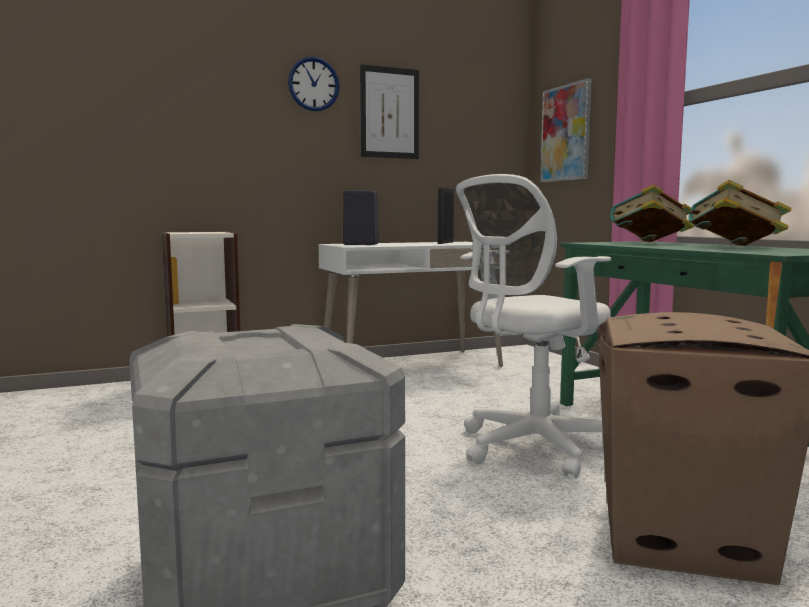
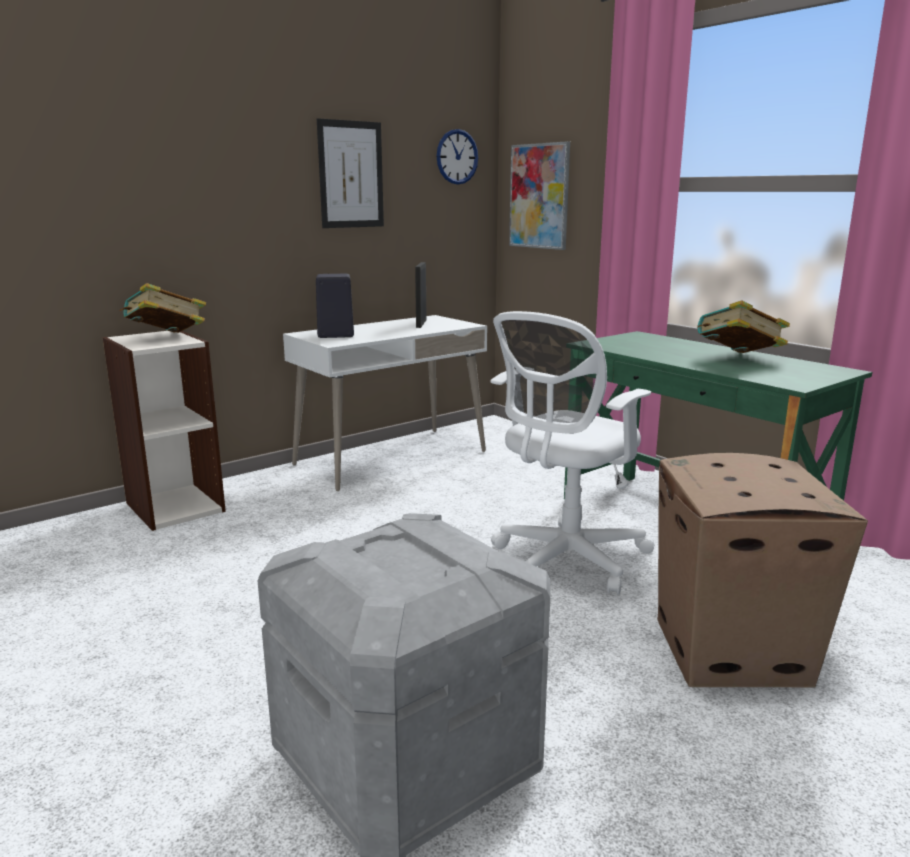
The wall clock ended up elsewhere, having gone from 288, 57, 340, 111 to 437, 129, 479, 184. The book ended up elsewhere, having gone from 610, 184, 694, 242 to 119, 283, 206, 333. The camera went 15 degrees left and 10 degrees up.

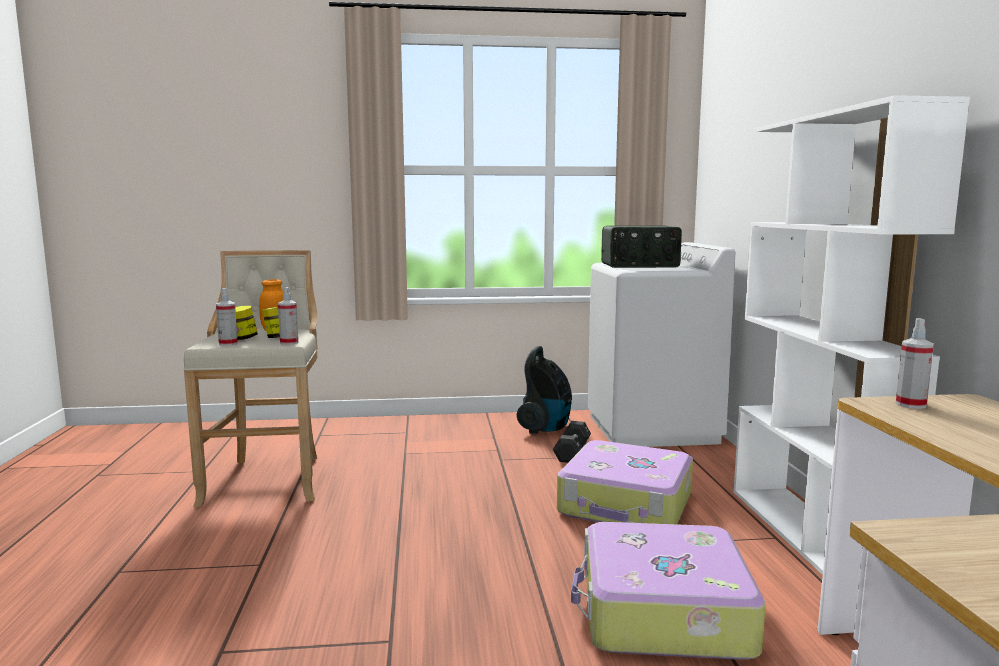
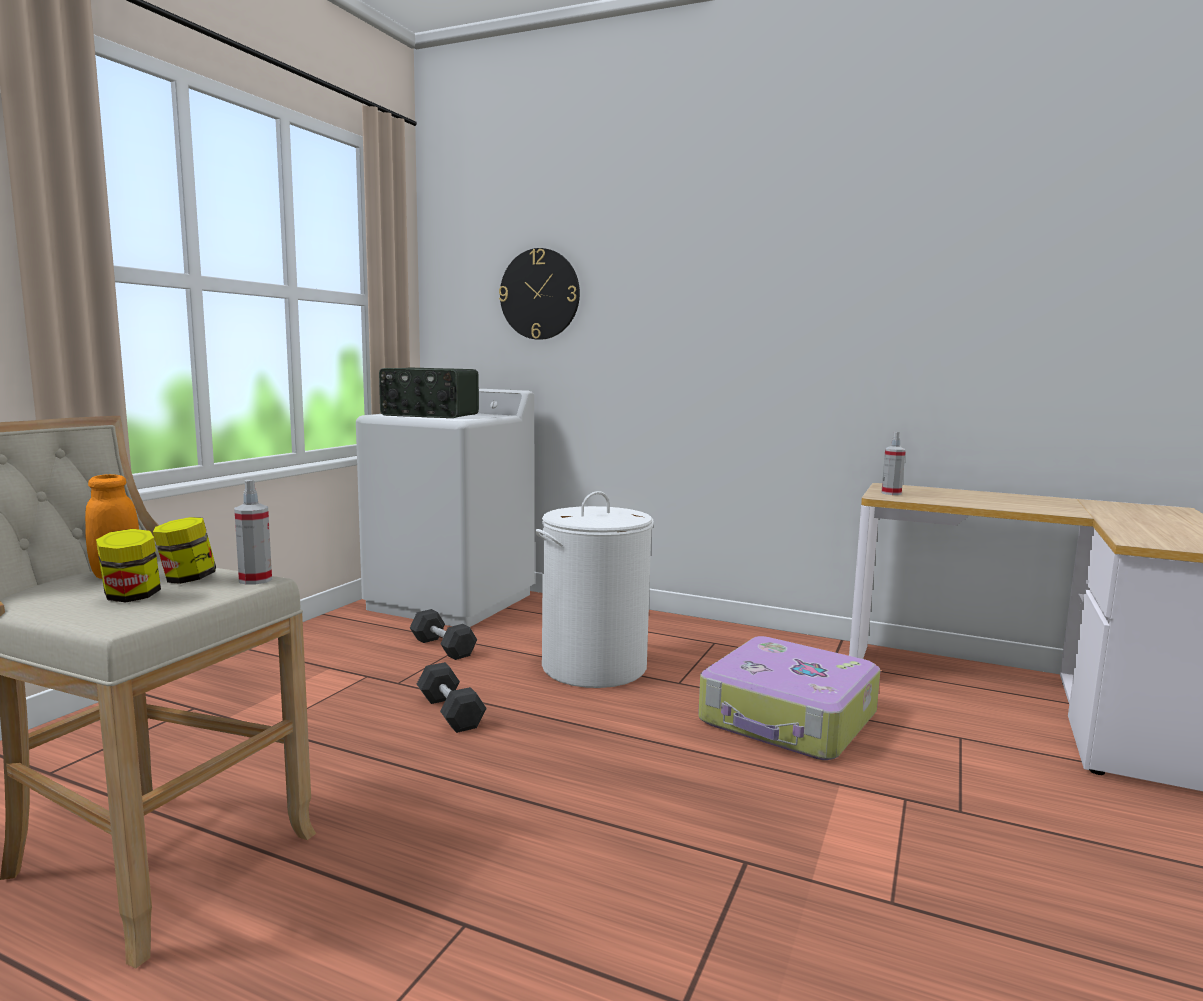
The second view lost the spray bottle at 216, 288, 238, 346. The second view lost the vacuum cleaner at 517, 346, 572, 434. Where the suitcase stood at 557, 440, 693, 524, the white laundry basket came to stand at 535, 491, 654, 688. The radio at 601, 226, 682, 268 ended up facing another way, 75 degrees clockwise from before. The second view lost the white bookcase at 734, 95, 970, 575. The second view gained the black dumbbell at 417, 662, 487, 733. The second view gained the wall clock at 499, 248, 580, 340. The camera went 60 degrees left and 0 degrees up.

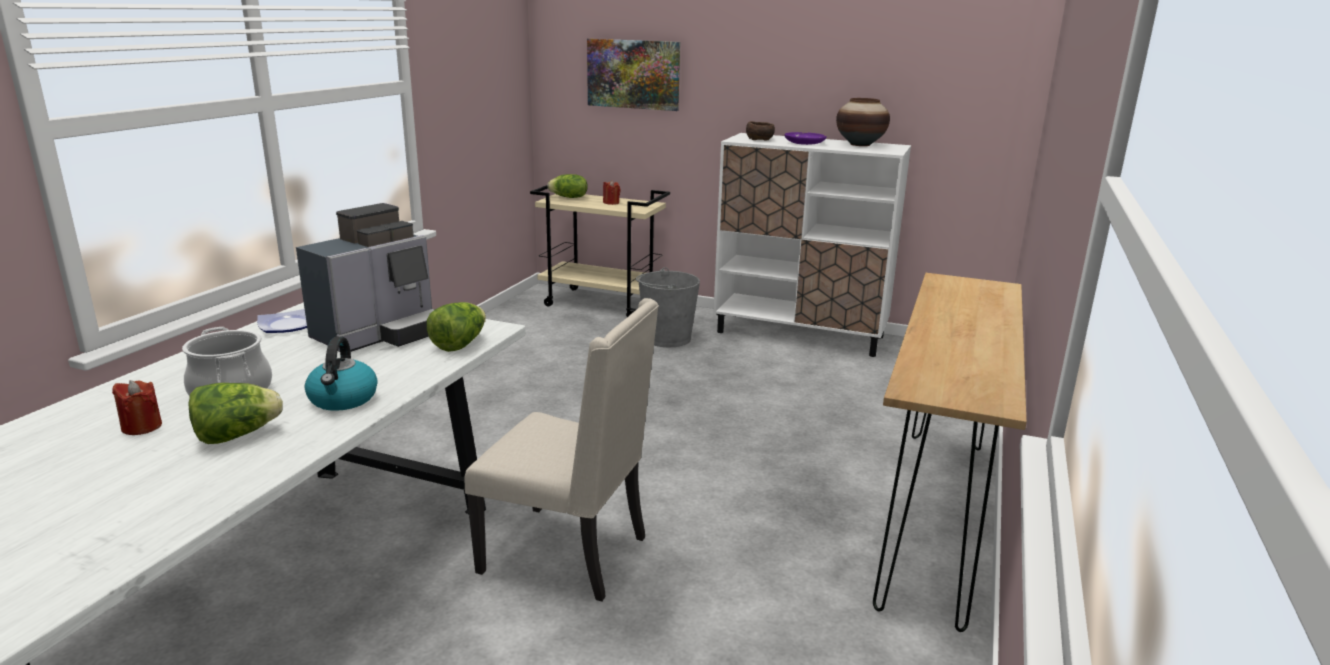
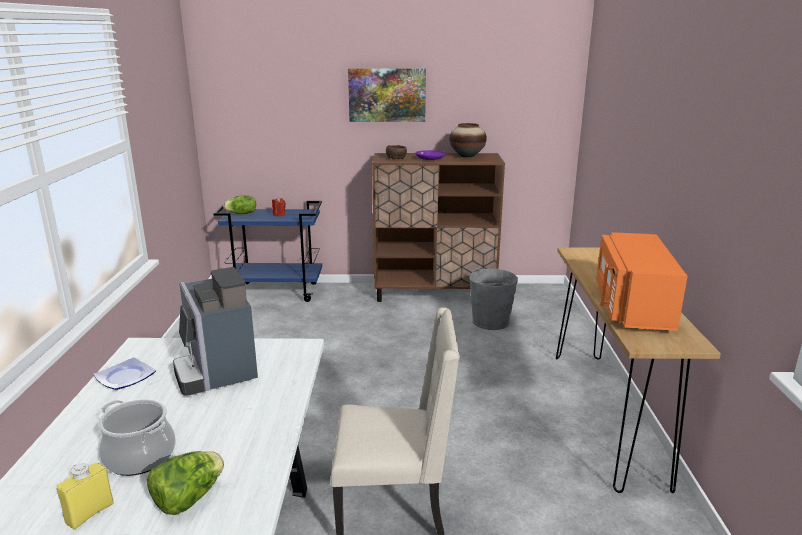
Where the red candle stood at 112, 380, 162, 435, the yellow bottle came to stand at 57, 462, 114, 530. The coffee machine at 296, 203, 435, 352 ended up facing another way, 135 degrees clockwise from before. The second view lost the kettle at 305, 337, 378, 411. The second view lost the lettuce at 427, 302, 486, 352. What was the beige cart at 530, 185, 670, 317 turned into the blue cart at 213, 201, 322, 302. The picture ended up elsewhere, having gone from 587, 38, 680, 111 to 348, 69, 426, 122. The grey bucket ended up elsewhere, having gone from 636, 267, 700, 347 to 469, 267, 518, 330. What was the white cabinet at 713, 133, 911, 357 turned into the brown cabinet at 372, 153, 505, 302. The second view gained the orange microwave at 596, 232, 688, 331. The camera went 20 degrees left and 0 degrees up.

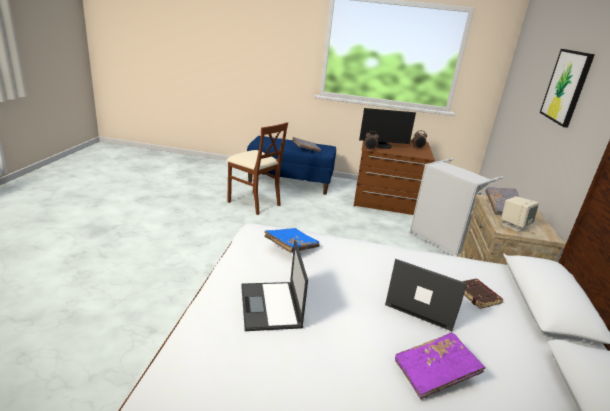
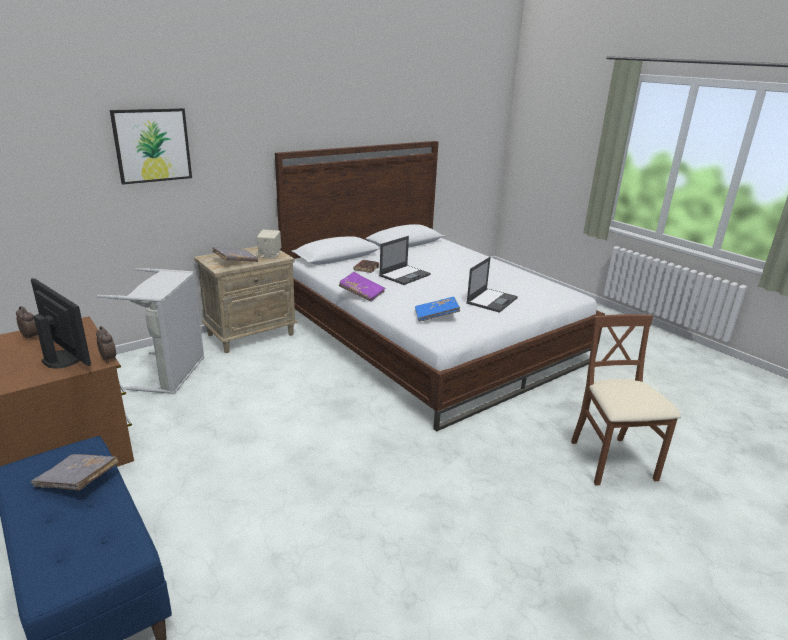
The brown chair ended up elsewhere, having gone from 227, 122, 288, 215 to 571, 314, 681, 486. The laptop at 385, 259, 467, 331 ended up facing another way, 120 degrees counterclockwise from before. The purple book ended up elsewhere, having gone from 395, 333, 485, 400 to 339, 272, 385, 302. The camera went 135 degrees left and 0 degrees up.

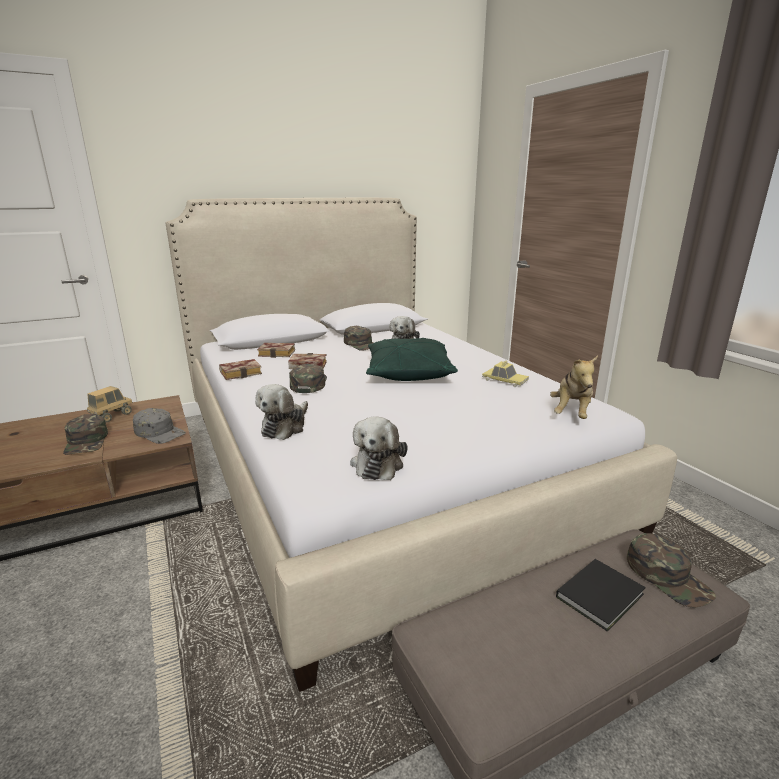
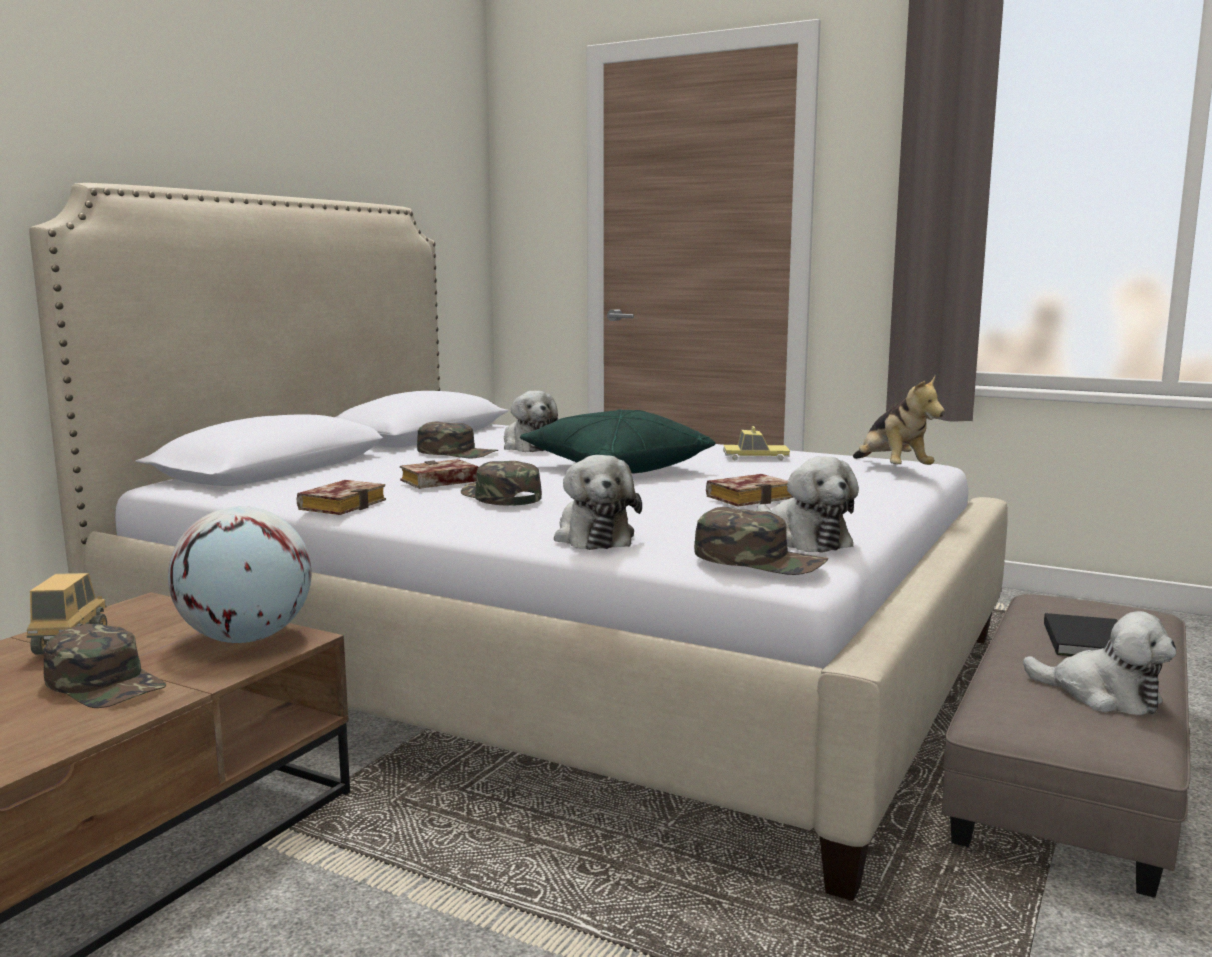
Where the grey cap stood at 133, 408, 186, 444, the globe came to stand at 168, 506, 312, 643. The book ended up elsewhere, having gone from 257, 343, 295, 358 to 706, 474, 793, 507. The green cap ended up elsewhere, having gone from 627, 533, 716, 608 to 694, 507, 828, 575. The second view gained the plush toy at 1023, 611, 1176, 715. The camera went 35 degrees left and 10 degrees down.

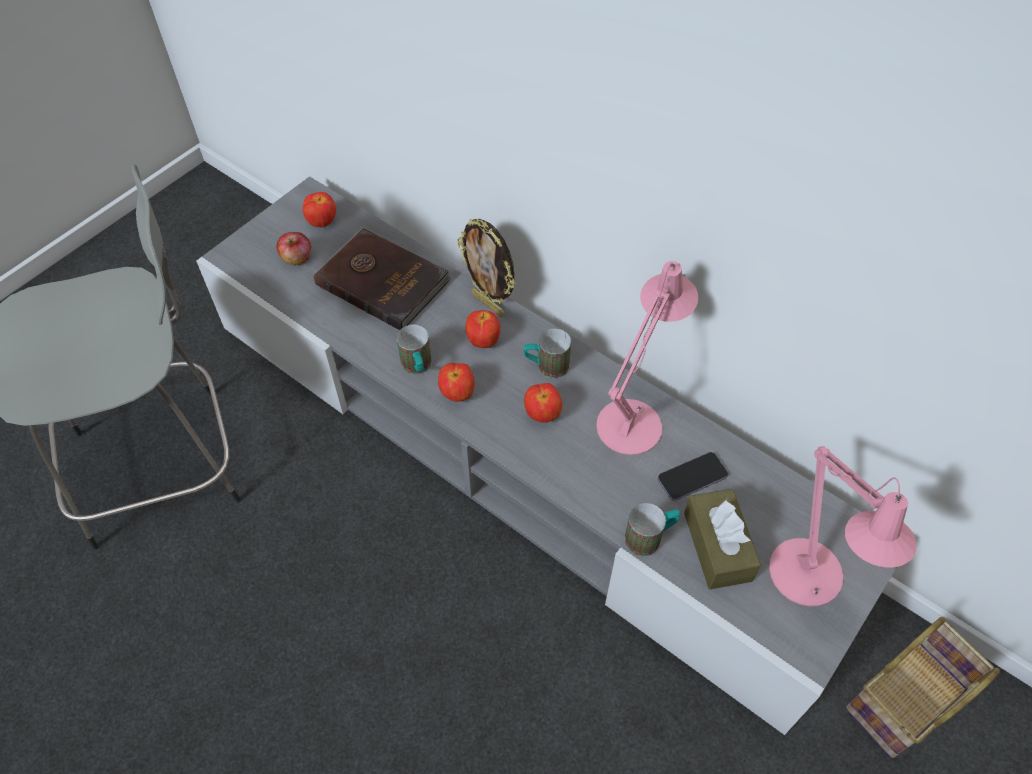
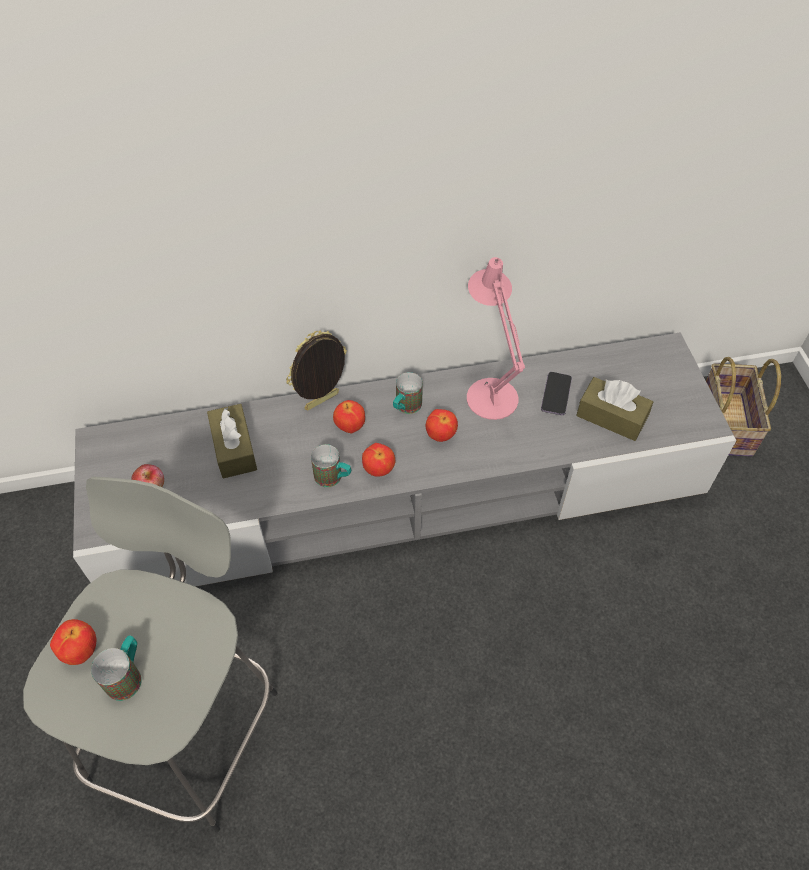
The apple ended up elsewhere, having gone from 303, 192, 336, 227 to 50, 619, 97, 665. Where the brown book stood at 314, 227, 451, 330, the brown tissue box came to stand at 207, 404, 257, 479. The picture frame at 457, 219, 516, 317 ended up facing another way, 150 degrees clockwise from before. The mug ended up elsewhere, having gone from 625, 503, 680, 556 to 91, 635, 142, 701. The second view lost the pink table lamp at 769, 446, 917, 606. The camera went 50 degrees left and 0 degrees up.

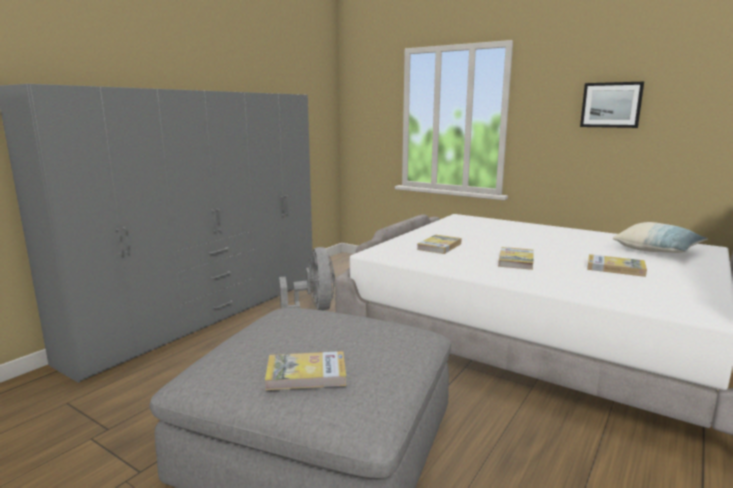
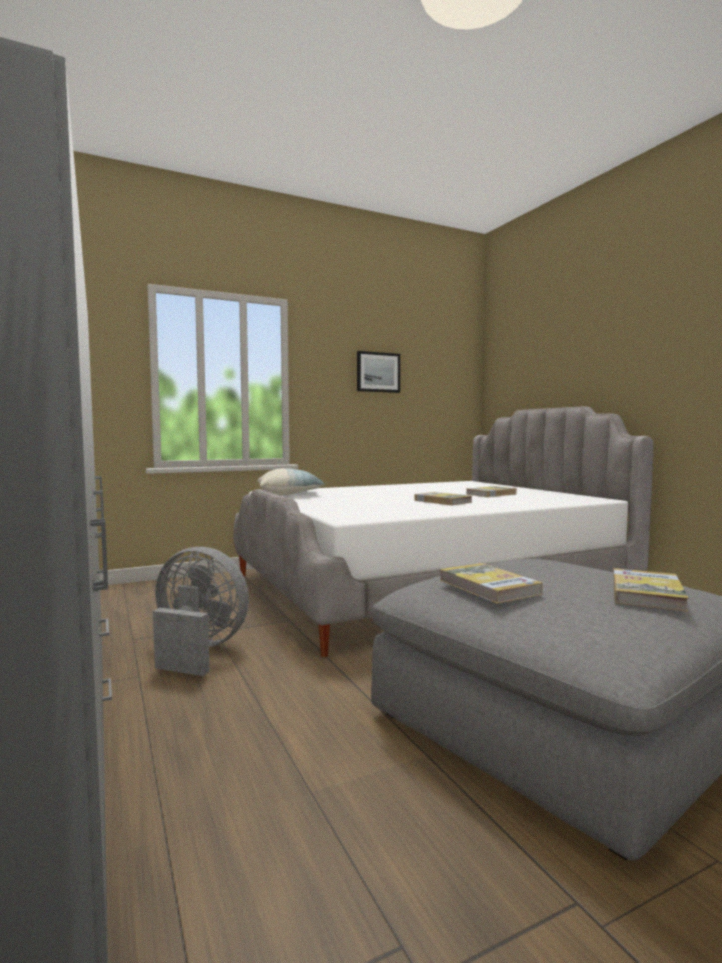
The book ended up elsewhere, having gone from 417, 235, 462, 254 to 440, 563, 543, 604. The pillow ended up elsewhere, having gone from 613, 222, 708, 253 to 257, 468, 325, 495. The camera went 60 degrees left and 10 degrees down.

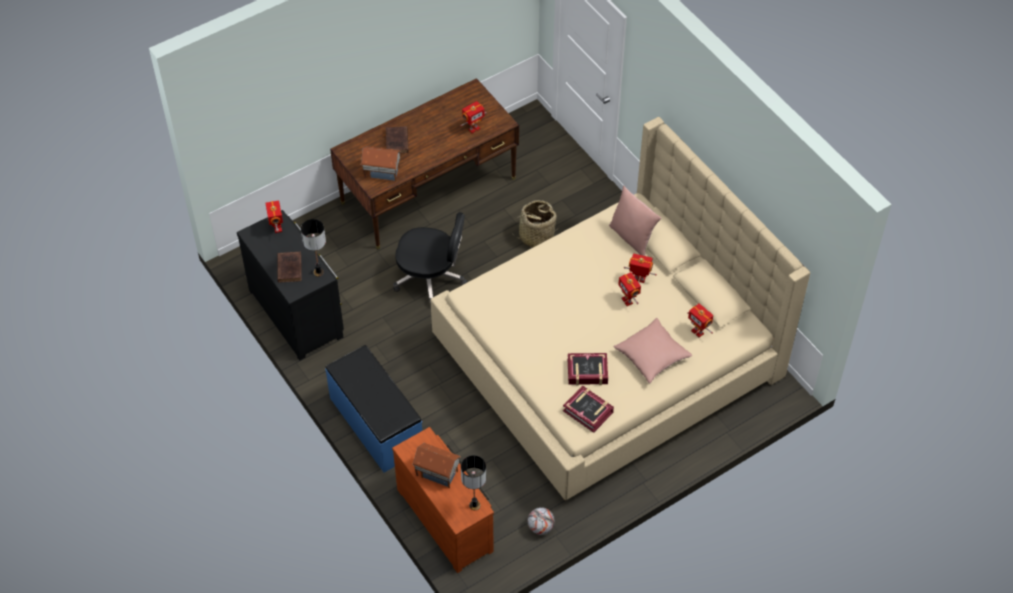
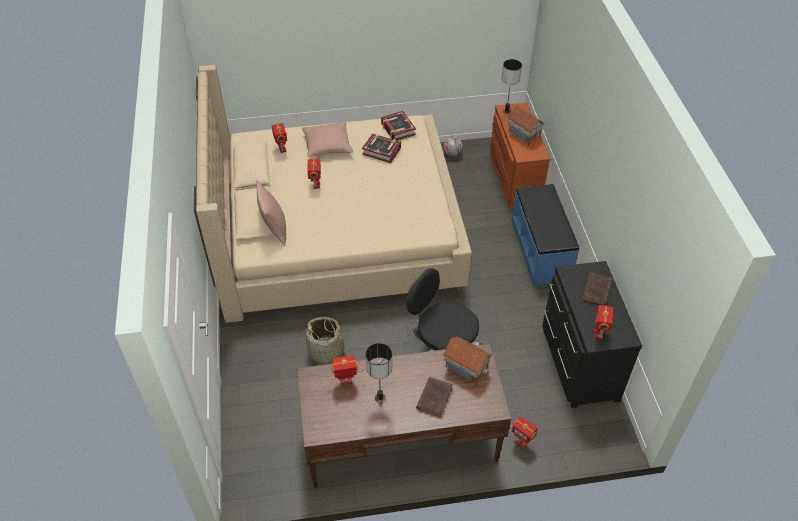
The table lamp ended up elsewhere, having gone from 301, 219, 326, 277 to 366, 343, 392, 403. The toy robot ended up elsewhere, having gone from 624, 253, 657, 283 to 510, 417, 538, 449. The camera went 155 degrees left and 5 degrees down.

